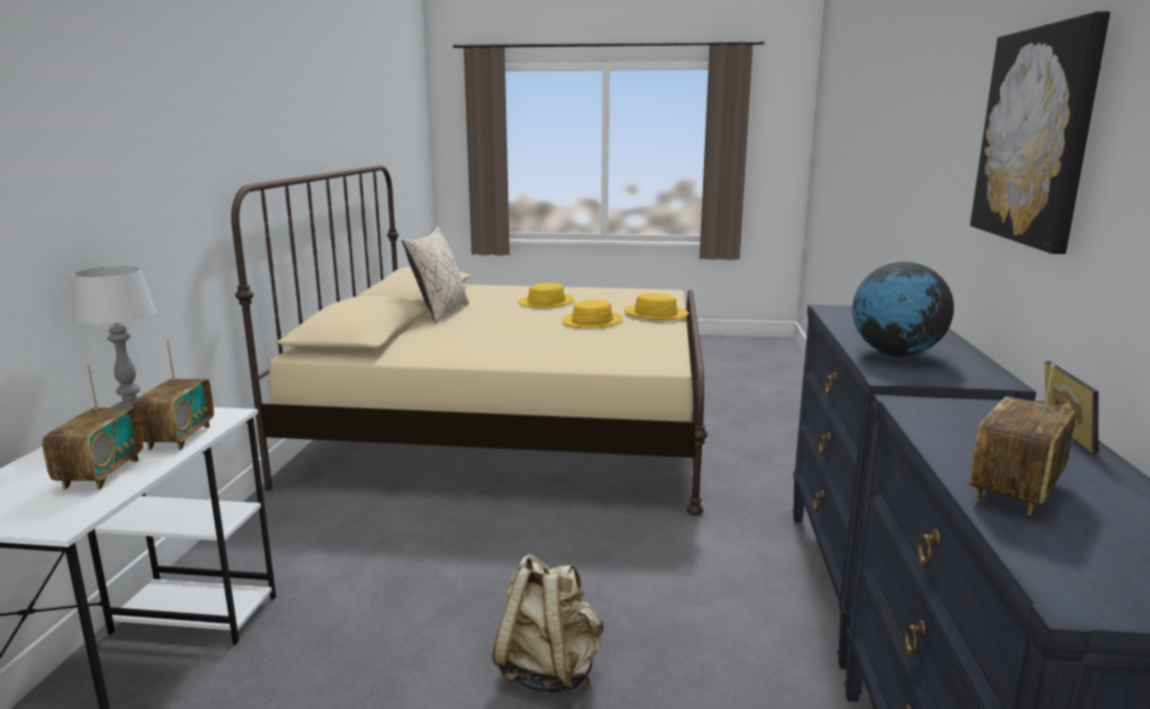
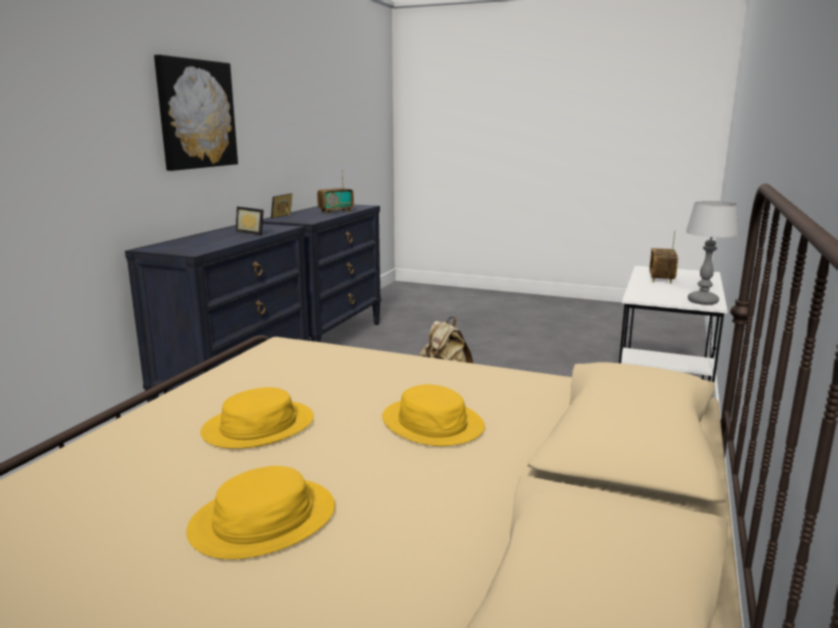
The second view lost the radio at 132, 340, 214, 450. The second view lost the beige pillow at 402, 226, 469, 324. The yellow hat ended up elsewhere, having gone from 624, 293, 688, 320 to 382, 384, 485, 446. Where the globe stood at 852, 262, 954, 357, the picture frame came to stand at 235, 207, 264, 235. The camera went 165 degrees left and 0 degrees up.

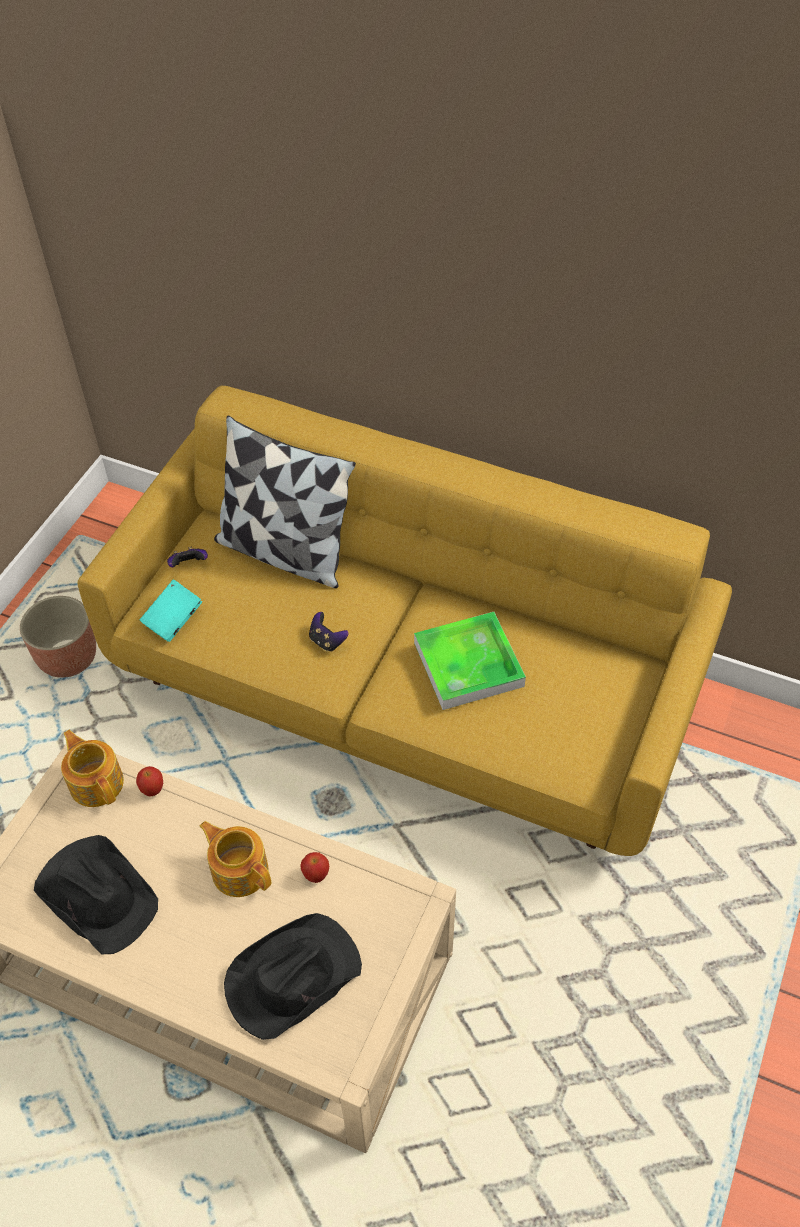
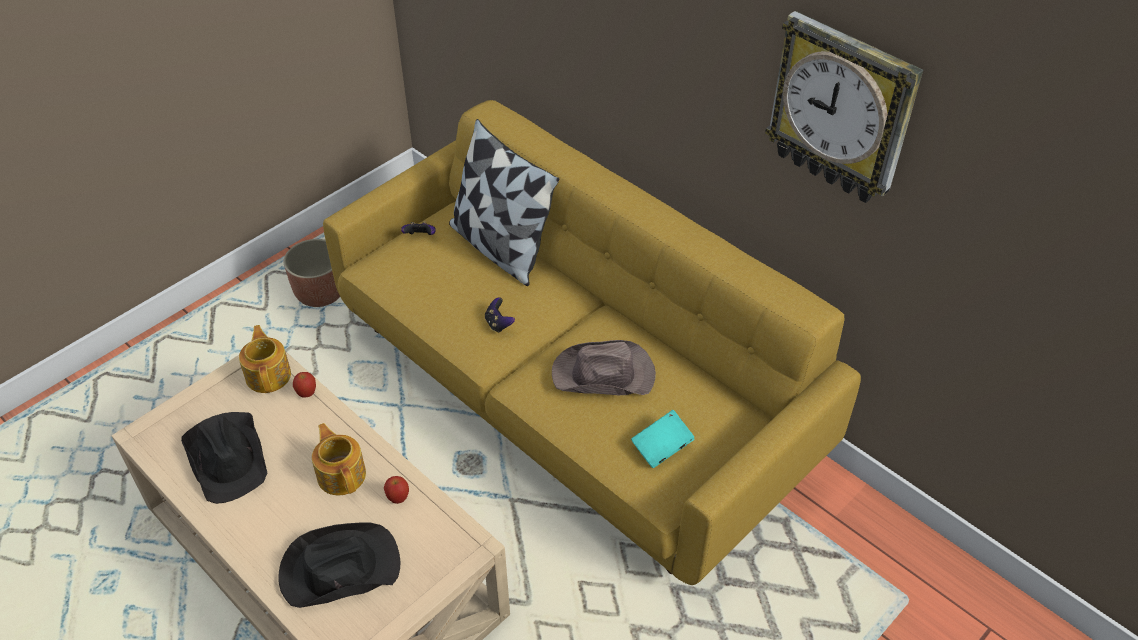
The turquoise book ended up elsewhere, having gone from 140, 580, 202, 642 to 631, 410, 694, 468. Where the tray stood at 414, 612, 526, 710, the brown hat came to stand at 552, 340, 656, 395. The second view gained the wall clock at 765, 11, 923, 203. The camera went 20 degrees right and 5 degrees down.

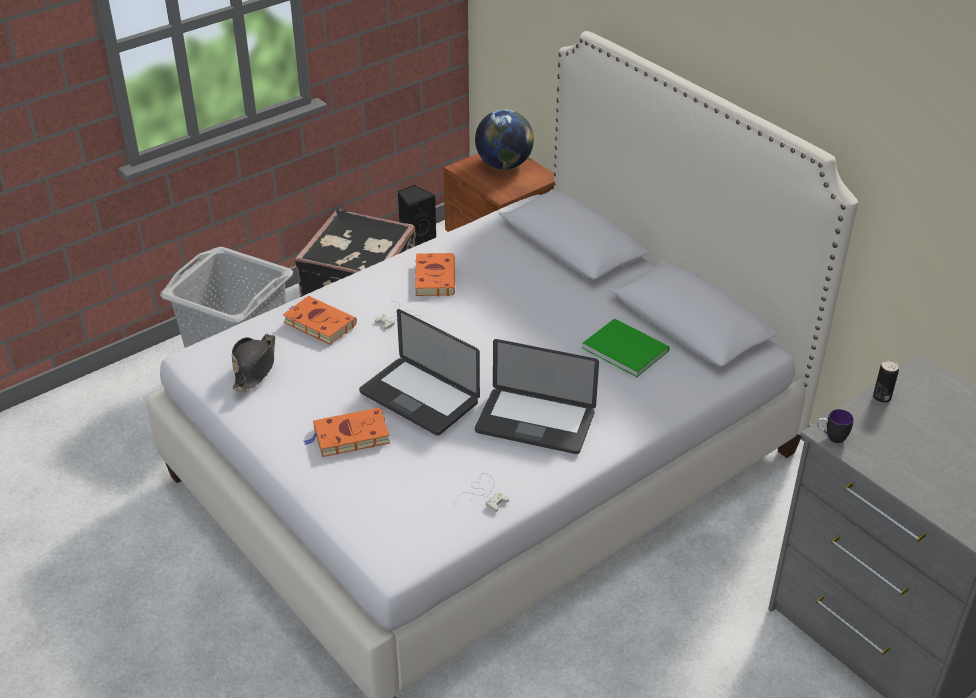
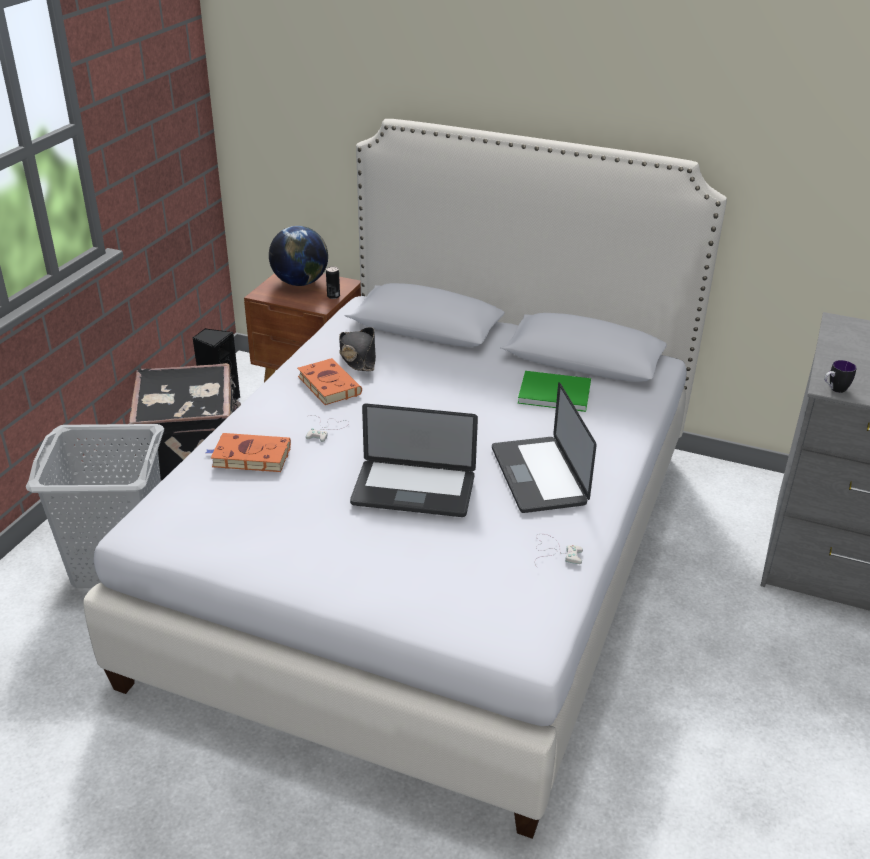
The black hat ended up elsewhere, having gone from 232, 334, 275, 392 to 339, 327, 376, 371. The second view lost the orange book at 303, 408, 390, 457. The laptop at 475, 339, 599, 454 ended up facing another way, 90 degrees clockwise from before. The can ended up elsewhere, having gone from 873, 360, 899, 403 to 326, 266, 340, 299. The camera went 30 degrees left and 5 degrees down.

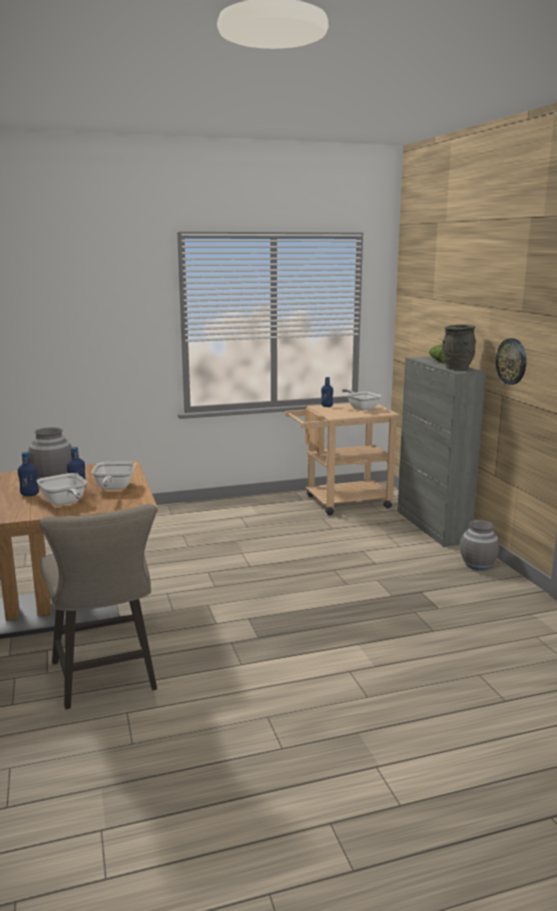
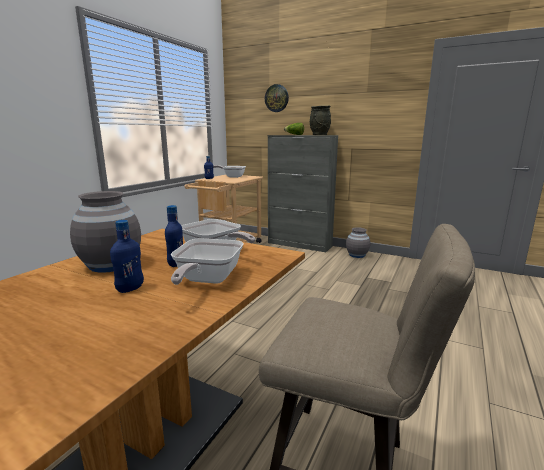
The frying pan at 37, 473, 87, 506 ended up facing another way, 90 degrees clockwise from before. The wall clock ended up elsewhere, having gone from 496, 338, 526, 385 to 265, 84, 289, 112. The camera went 45 degrees left and 0 degrees up.

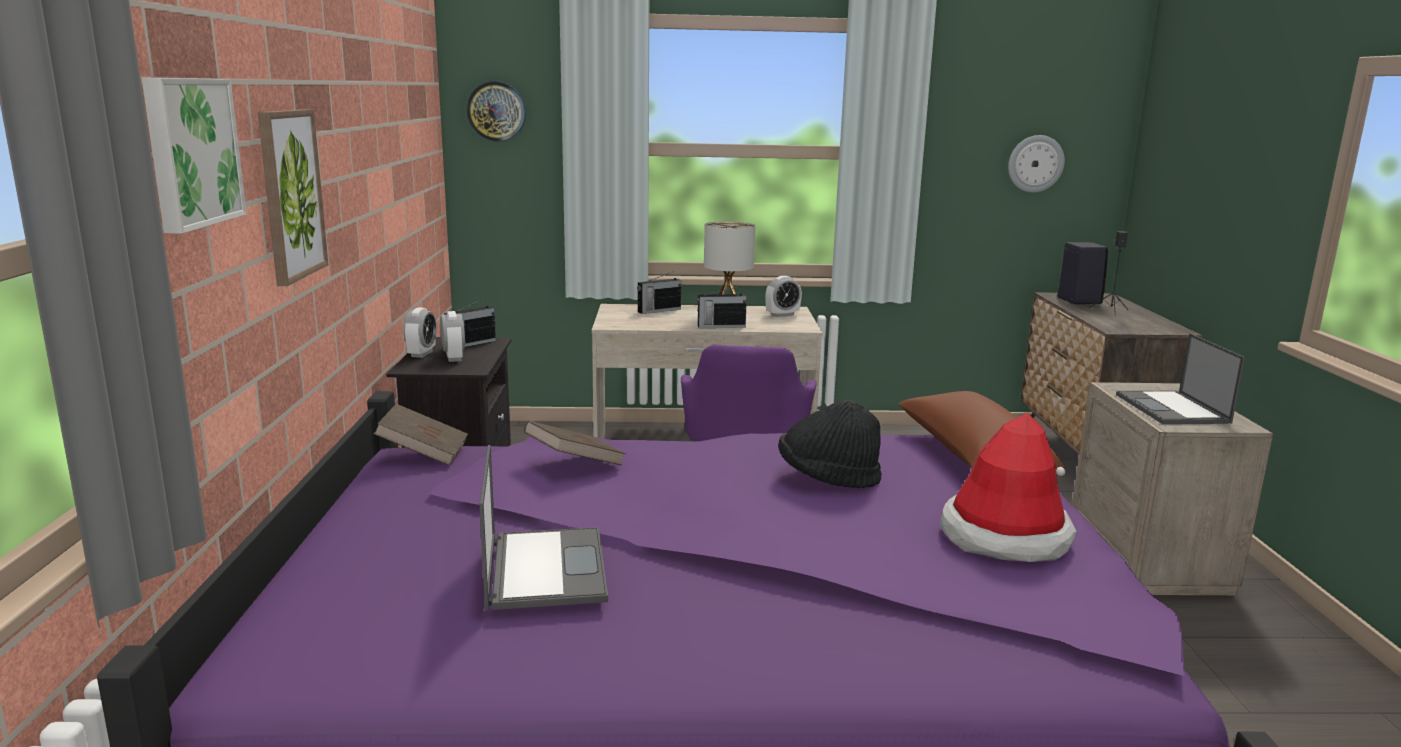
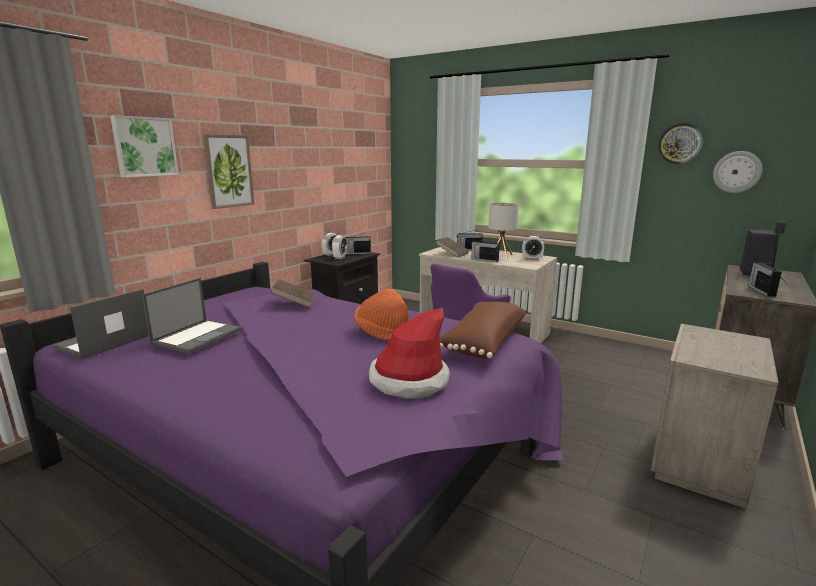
The brown book ended up elsewhere, having gone from 374, 404, 468, 466 to 435, 237, 469, 258. The wall clock ended up elsewhere, having gone from 466, 81, 526, 142 to 658, 123, 703, 164. What was the black hat at 778, 400, 882, 488 turned into the orange hat at 354, 289, 409, 341. The laptop ended up elsewhere, having gone from 1116, 333, 1245, 424 to 52, 289, 149, 359. The second view gained the radio at 748, 263, 782, 297. The camera went 35 degrees right and 0 degrees up.

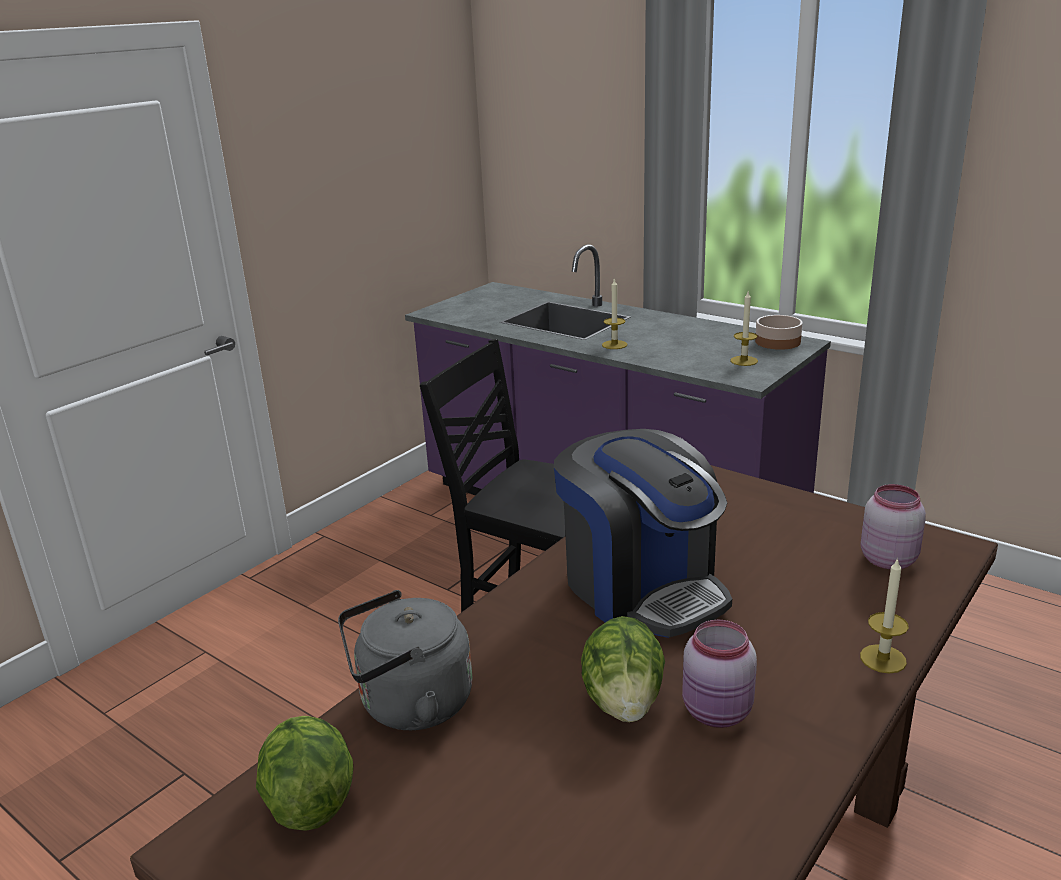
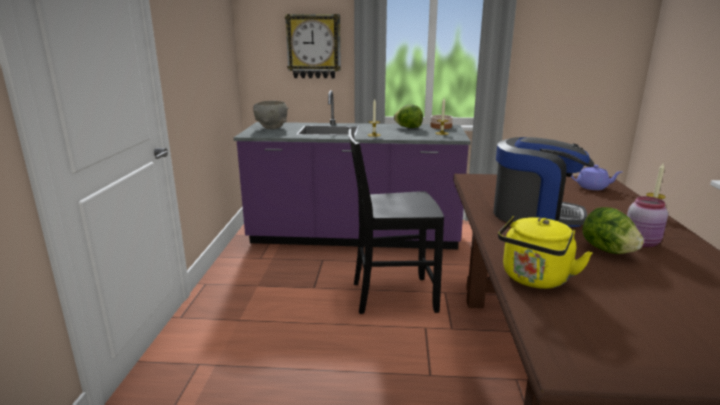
The lettuce ended up elsewhere, having gone from 256, 716, 353, 831 to 394, 104, 423, 128. What was the grey kettle at 338, 590, 472, 730 turned into the yellow kettle at 498, 216, 593, 289. Where the pink jar stood at 861, 484, 926, 569, the purple teapot came to stand at 571, 165, 622, 190. The second view gained the grey bowl at 253, 101, 289, 129. The second view gained the wall clock at 285, 14, 341, 78. The camera went 35 degrees left and 5 degrees down.

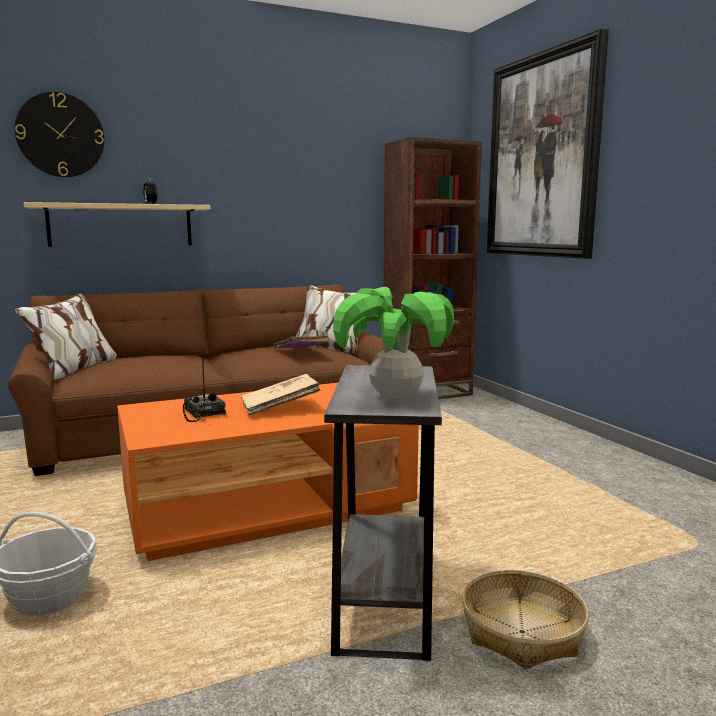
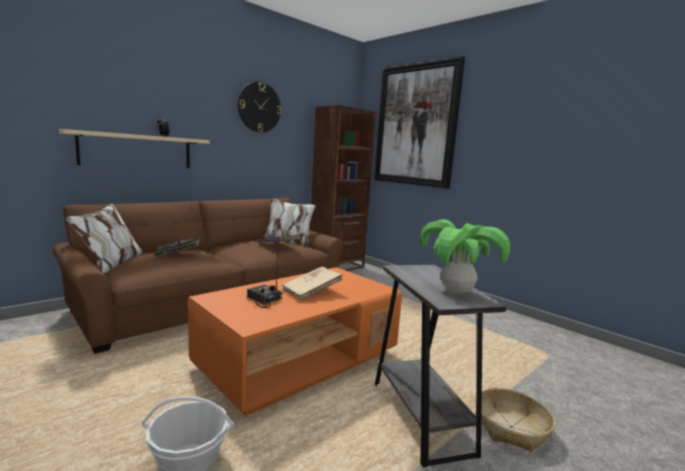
The wall clock ended up elsewhere, having gone from 15, 92, 104, 177 to 238, 82, 281, 132. The second view gained the black book at 153, 237, 200, 257. The camera went 20 degrees left and 0 degrees up.

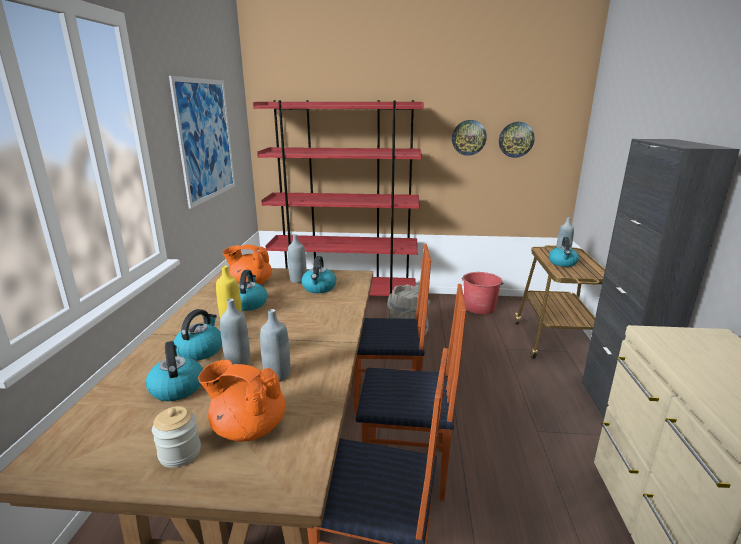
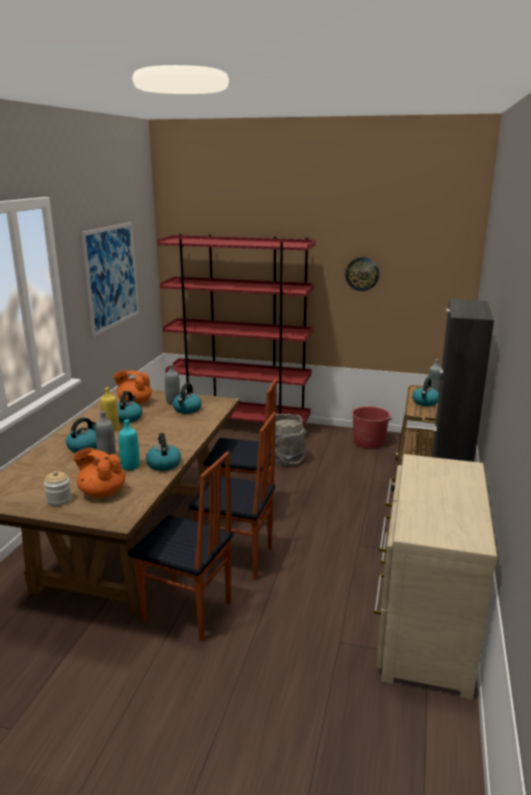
The kettle ended up elsewhere, having gone from 146, 341, 203, 401 to 146, 433, 181, 471. What was the grey bottle at 260, 309, 290, 382 turned into the turquoise bottle at 119, 420, 140, 470. The second view lost the wall clock at 499, 122, 535, 158. The camera went 10 degrees right and 0 degrees up.

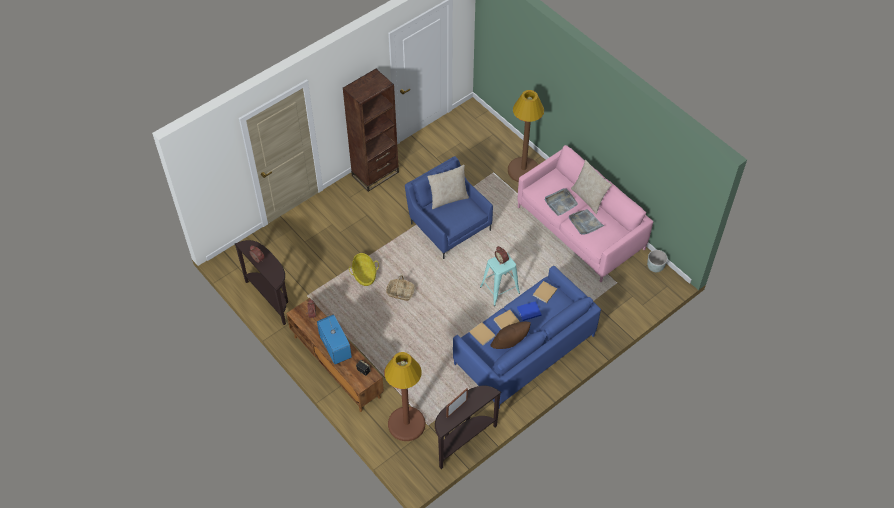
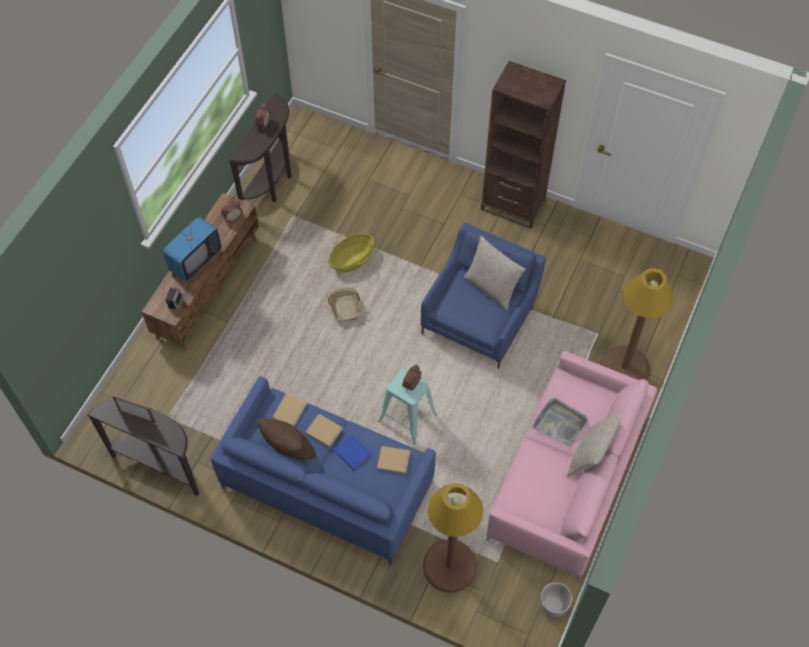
The brown floor lamp ended up elsewhere, having gone from 384, 352, 425, 441 to 423, 483, 483, 593. The second view lost the grey tray at 569, 209, 604, 235. The camera went 65 degrees right and 5 degrees up.

